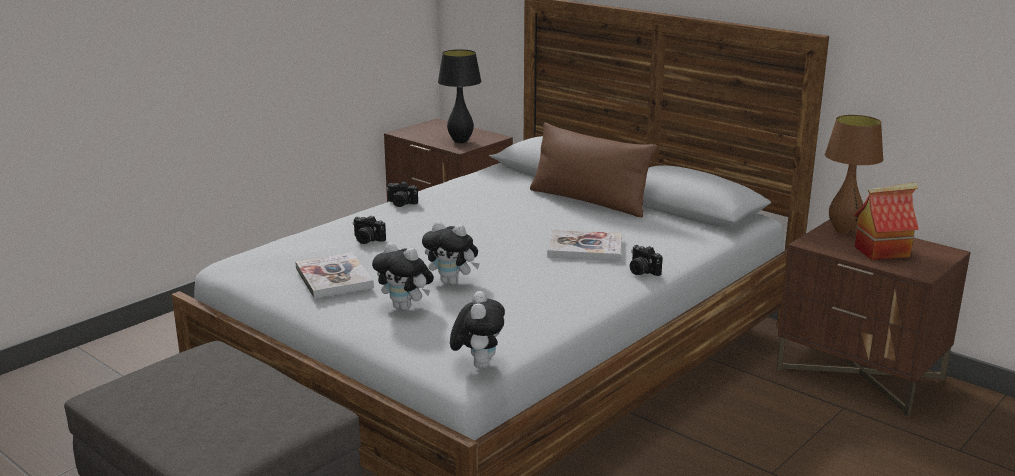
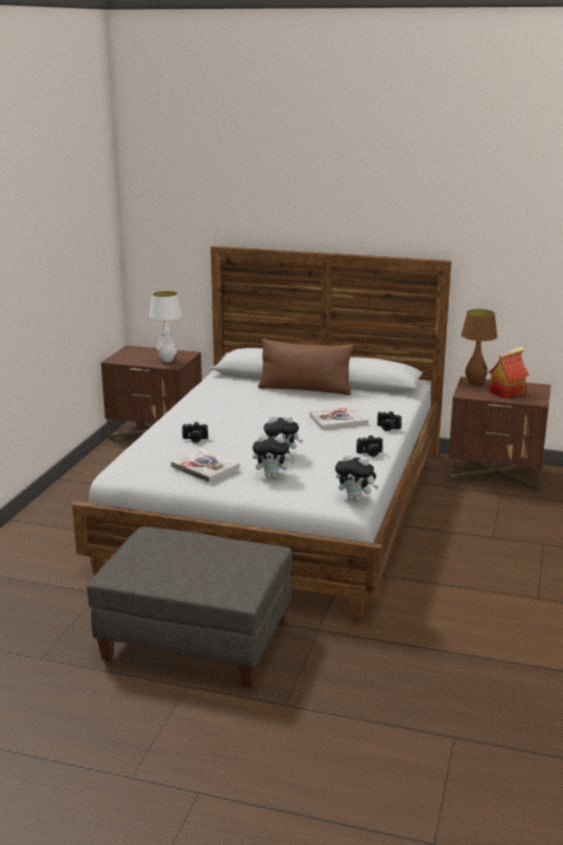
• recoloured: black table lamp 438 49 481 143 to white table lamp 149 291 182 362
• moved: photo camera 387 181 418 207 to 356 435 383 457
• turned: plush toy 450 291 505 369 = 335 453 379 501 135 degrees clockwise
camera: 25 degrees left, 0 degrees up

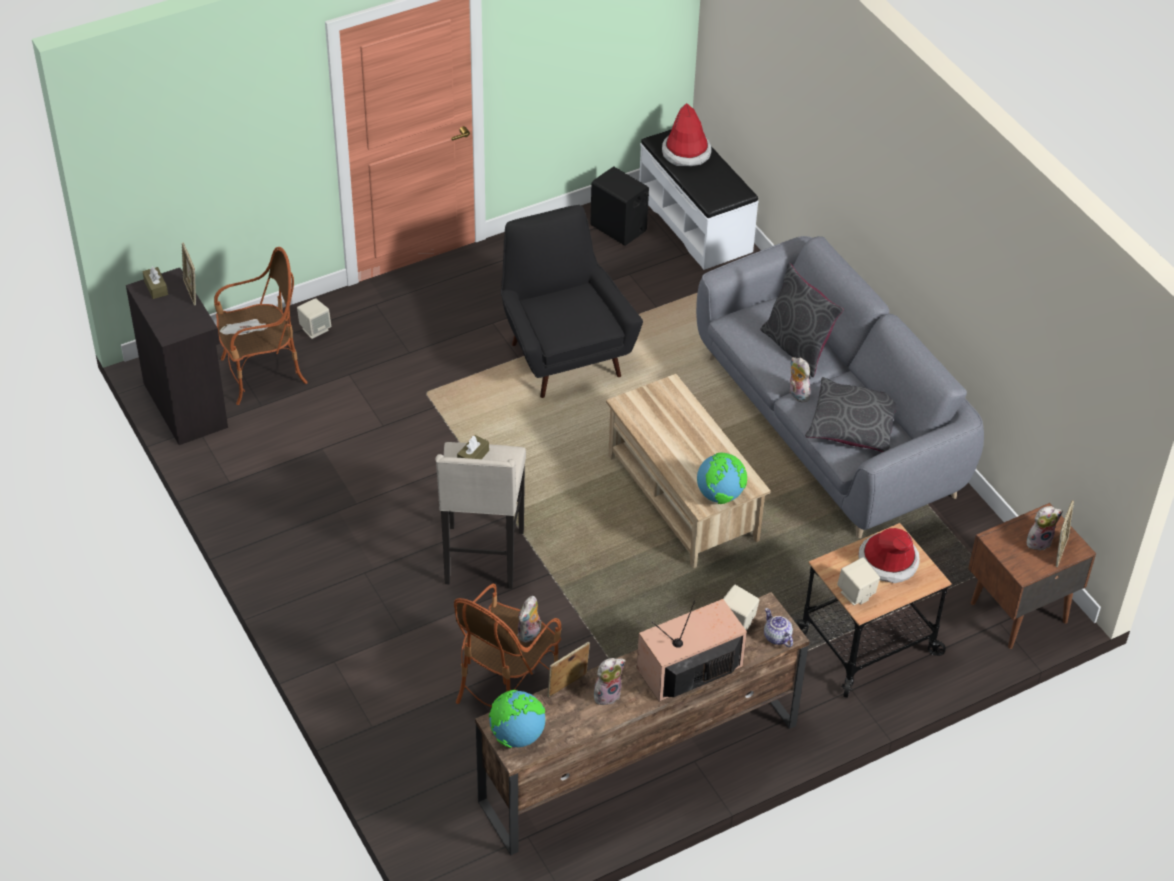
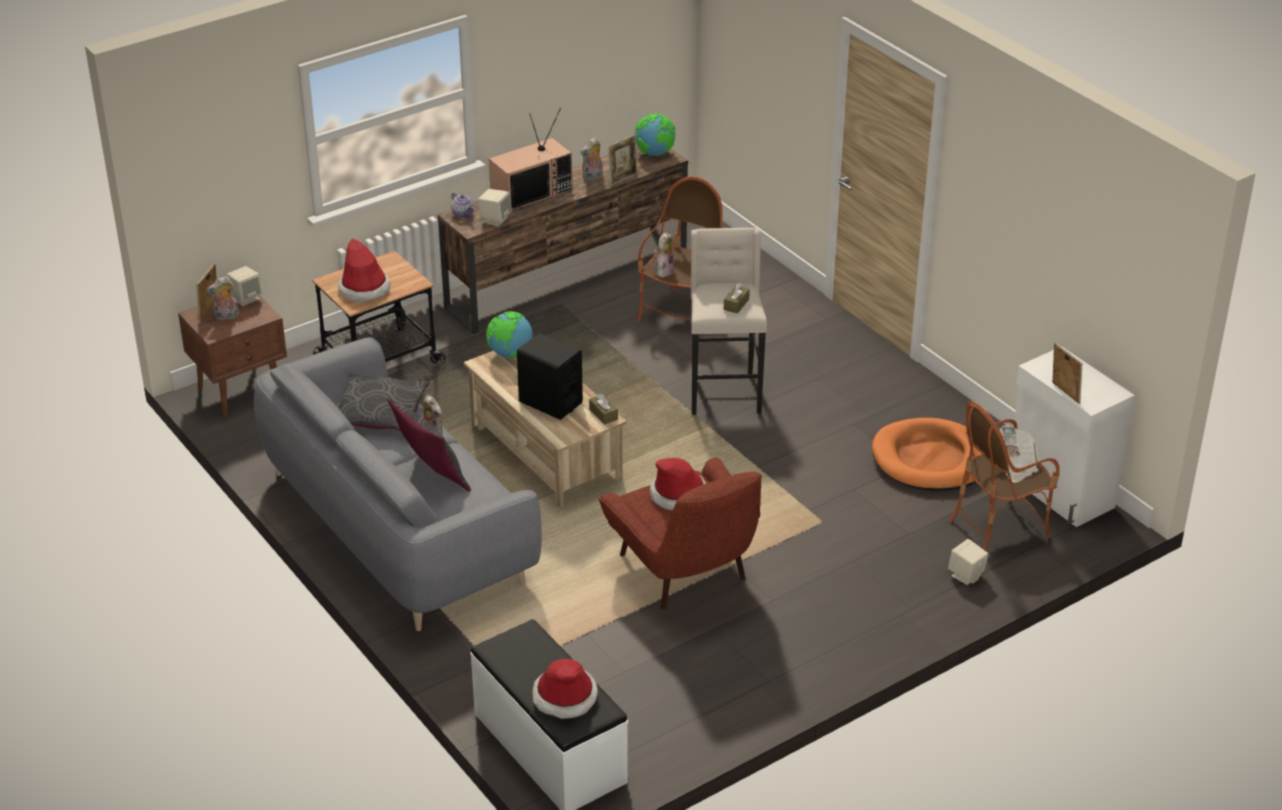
• moved: black speaker 590 167 649 246 to 516 333 583 420
• recoloured: black armchair 501 205 643 398 to red armchair 599 458 762 609
• moved: brown tissue box 142 267 168 299 to 589 394 618 425
• recoloured: black cabinet 126 268 228 445 to white cabinet 1014 346 1135 527
• moved: beige speaker 837 557 880 605 to 227 266 262 306
• added: orange dog bed 872 418 981 491
• added: hat 650 458 706 511
camera: 175 degrees right, 10 degrees down

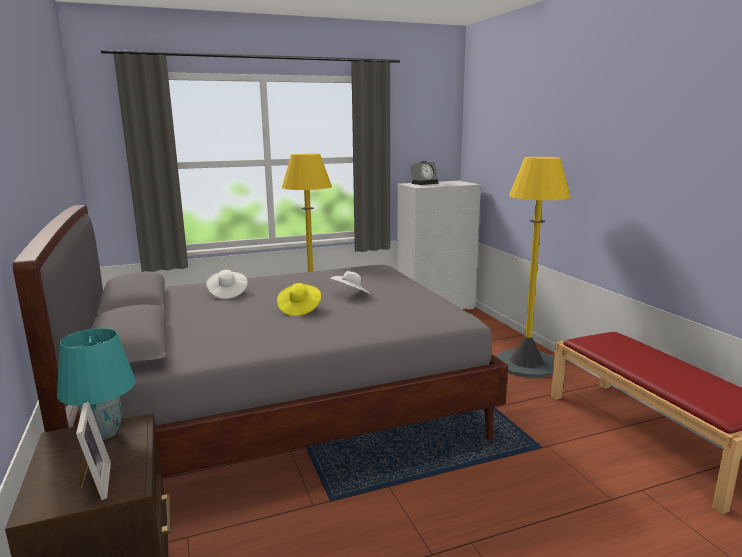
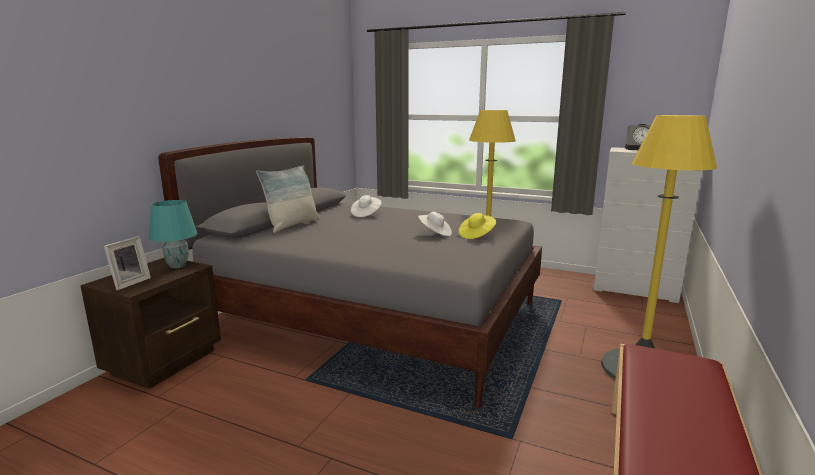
• moved: yellow hat 277 283 321 316 to 459 213 496 239
• added: pillow 256 165 320 233
camera: 45 degrees right, 0 degrees up

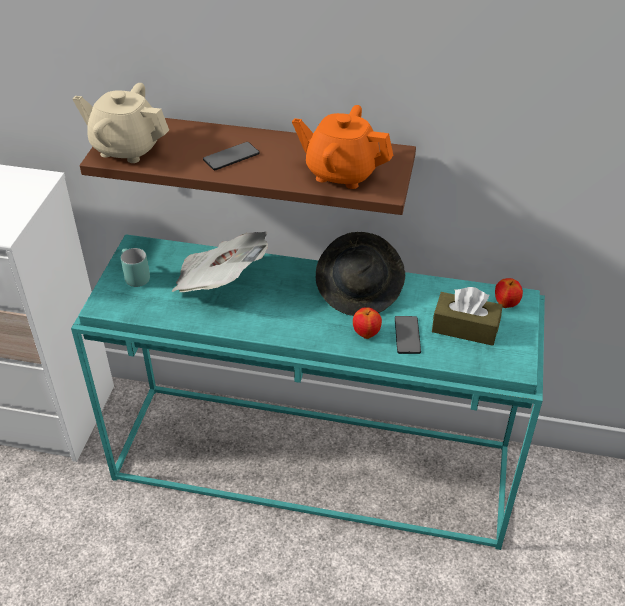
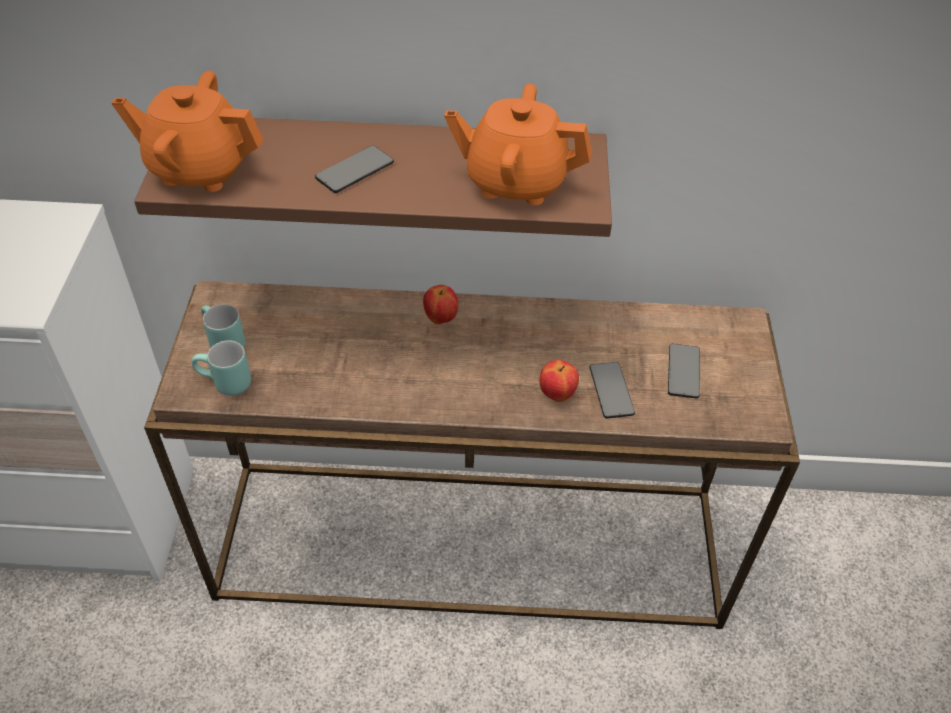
• recoloured: beige teapot 73 83 169 163 to orange teapot 112 71 263 192
• removed: newspaper 172 232 268 292
• removed: grey hat 315 232 405 316
• recoloured: turquoise console table 71 234 545 550 to brown console table 144 281 800 629
• moved: apple 495 278 523 308 to 423 285 458 324
• replaced: brown tissue box 432 287 503 346 to phone 668 344 700 398
• added: turquoise mug 191 340 251 396
camera: 10 degrees left, 5 degrees up

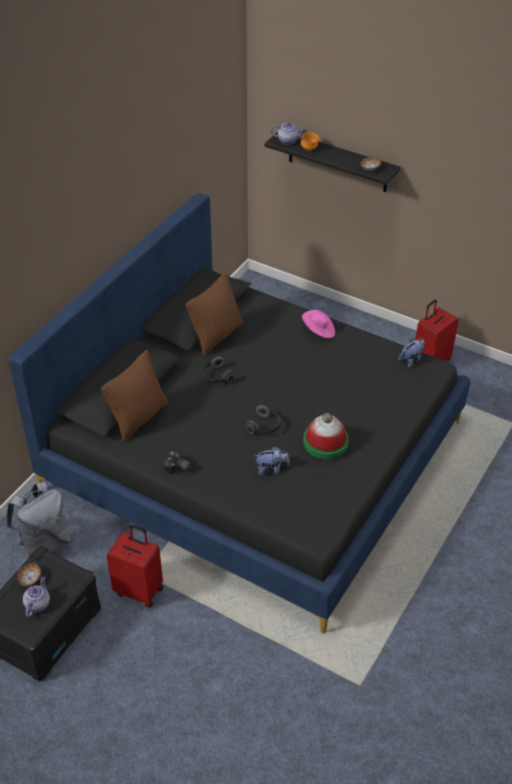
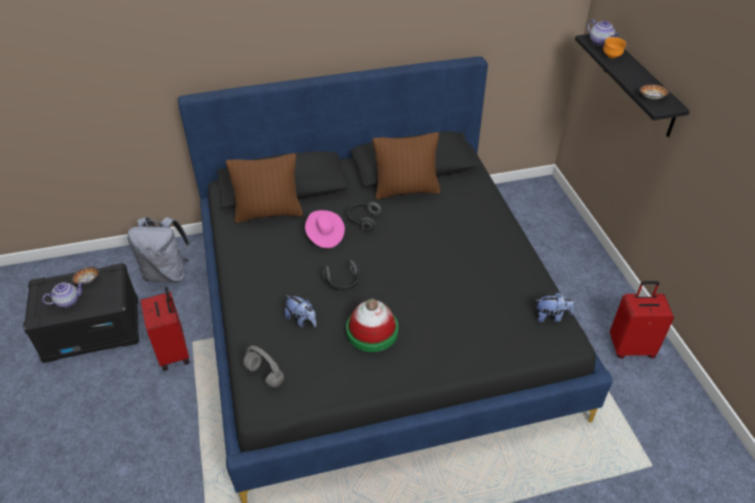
• moved: pink hat 302 310 335 338 to 305 210 345 248
• removed: photo camera 163 451 193 474
• added: grey headphones 243 345 284 387
camera: 45 degrees right, 0 degrees up

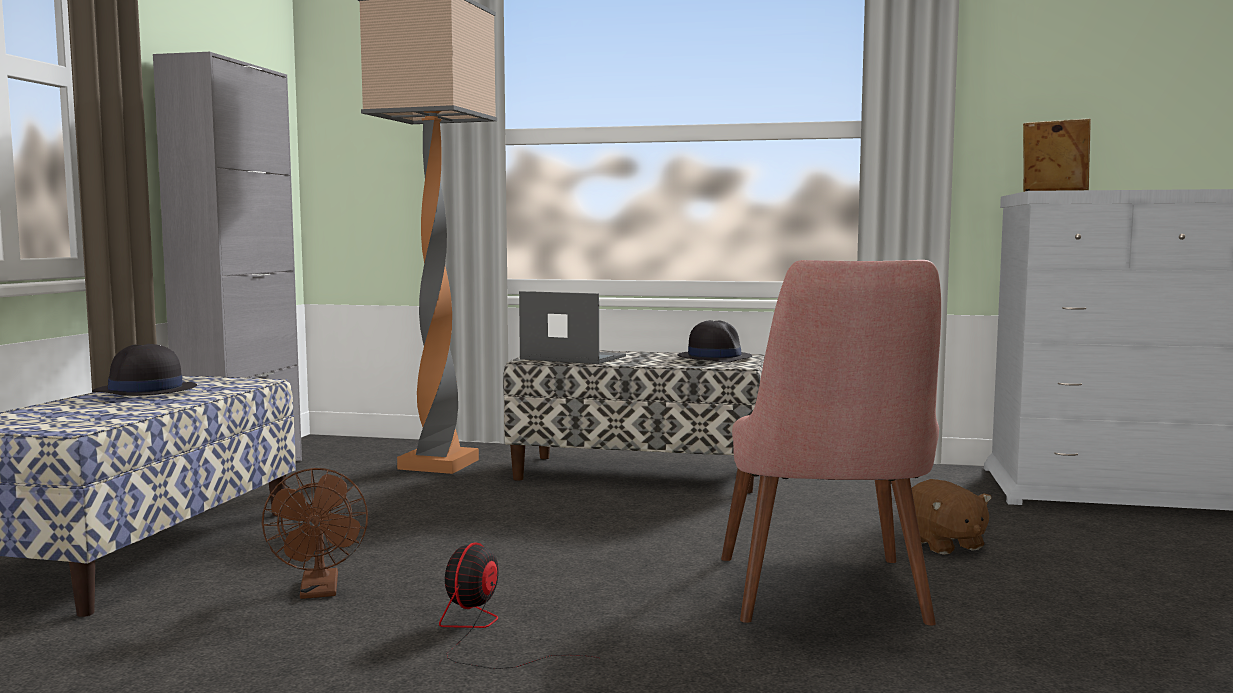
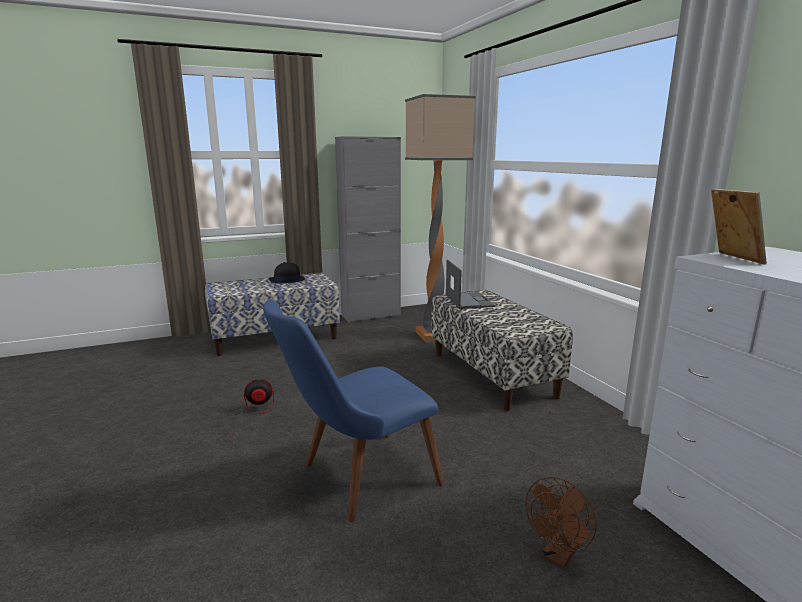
• recoloured: pink chair 721 260 941 625 to blue chair 263 299 444 522
• removed: black hat 678 320 752 363
• moved: brown fan 262 468 368 599 to 525 477 597 568
• removed: brown plush toy 912 479 992 555
camera: 55 degrees right, 10 degrees up

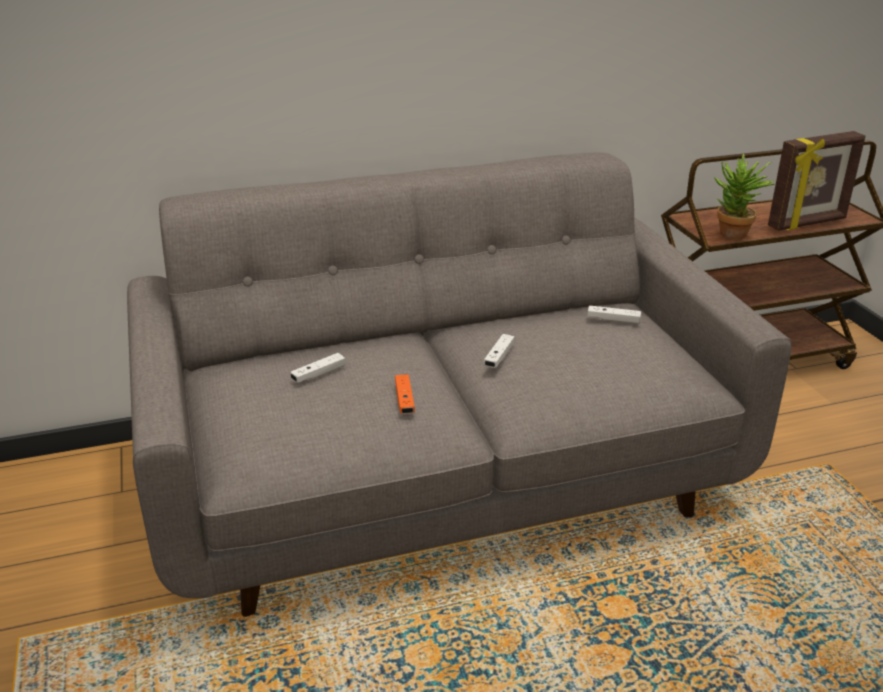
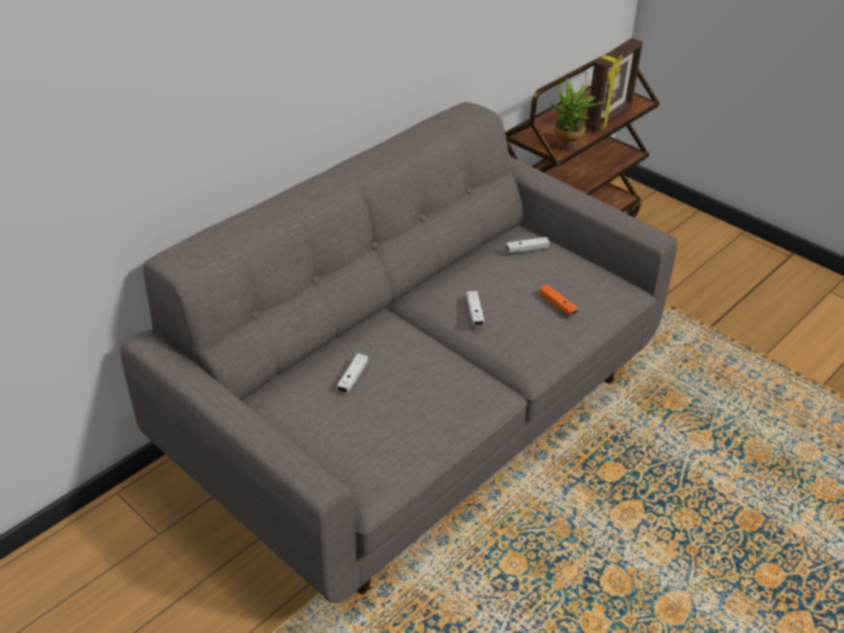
• moved: orange game controller 395 374 415 414 to 539 285 579 316
camera: 30 degrees left, 10 degrees up

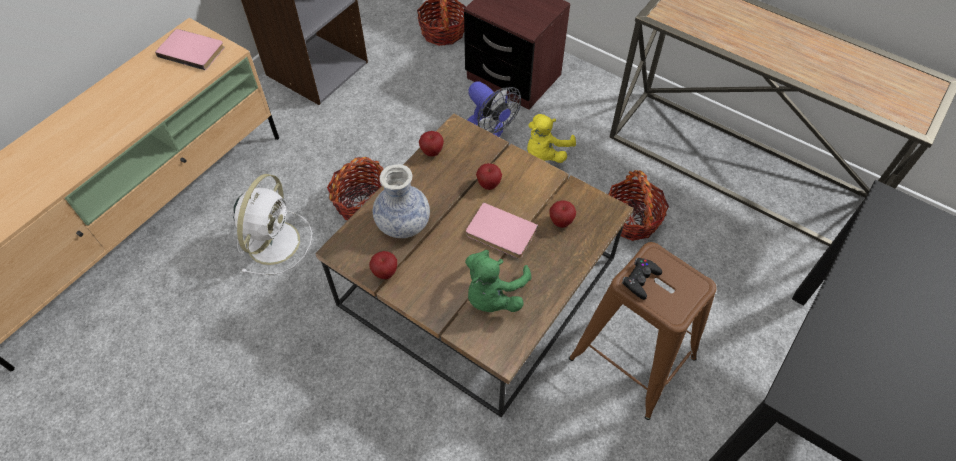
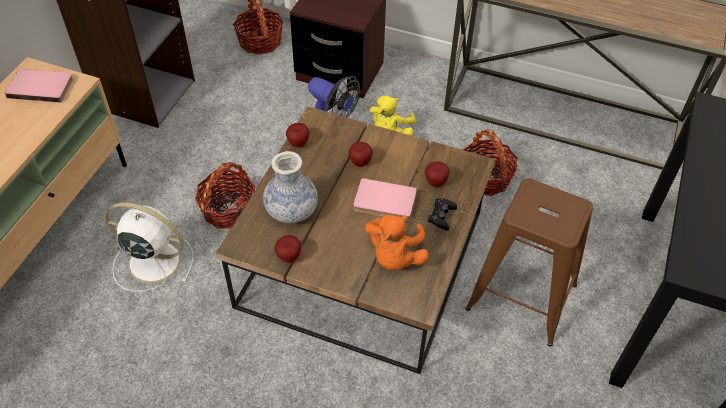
• turned: white fan 232 174 313 275 = 105 202 193 292 75 degrees counterclockwise
• recoloured: green plush toy 465 250 531 312 to orange plush toy 365 215 429 270
• moved: black game controller 622 258 662 300 to 427 199 457 231
camera: 15 degrees left, 5 degrees down

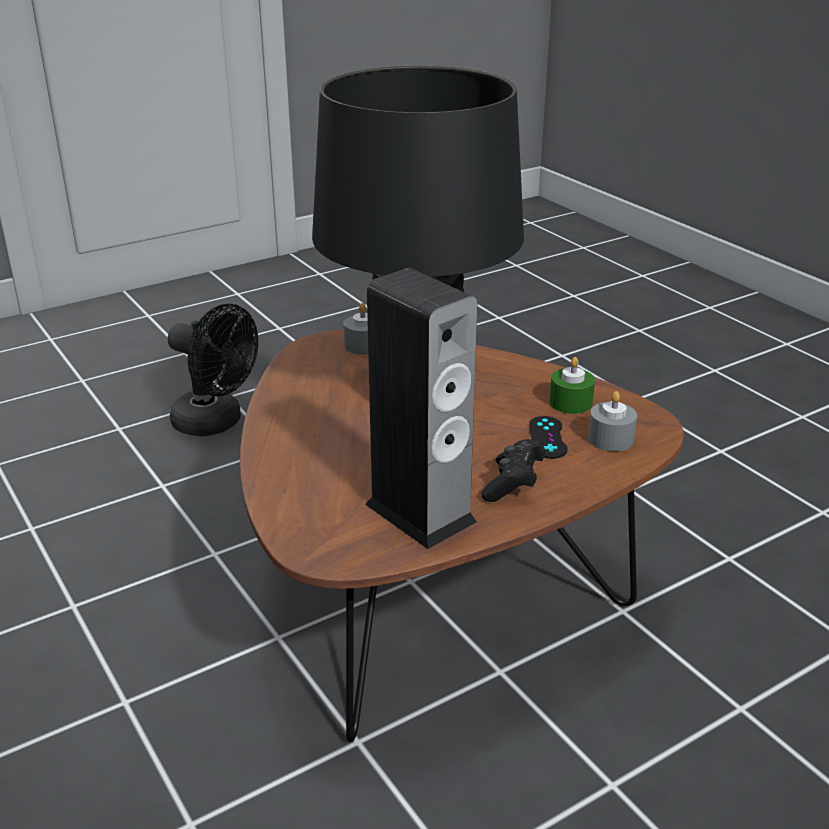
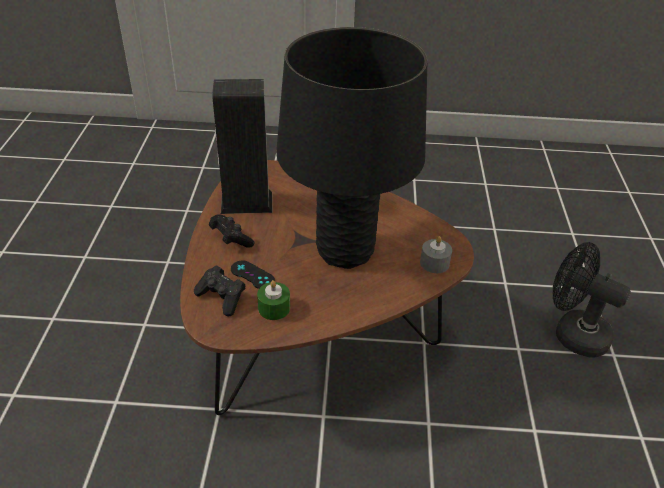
• turned: black fan 168 304 258 437 = 553 242 631 358 60 degrees clockwise
• replaced: grey candle 588 391 637 452 to black game controller 194 266 246 316
camera: 125 degrees right, 10 degrees up

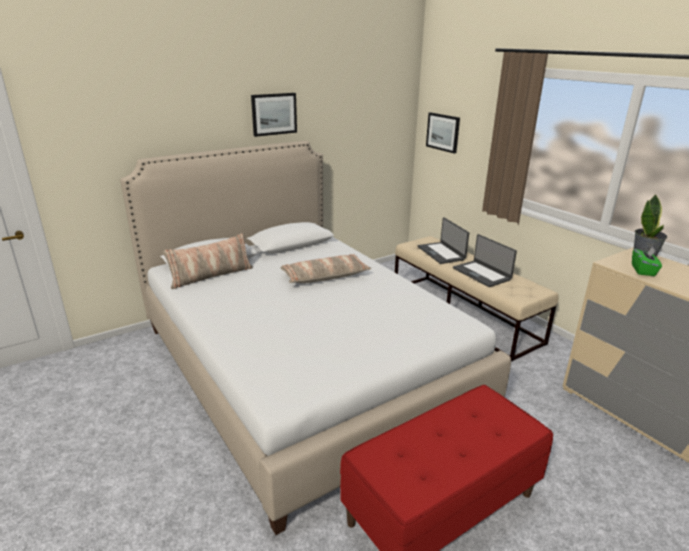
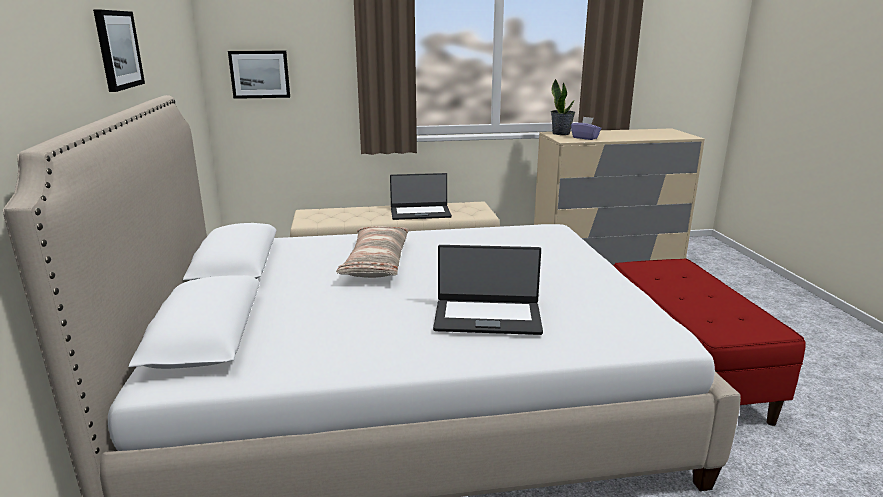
• moved: laptop 418 217 469 264 to 433 245 543 335
• removed: pillow 163 233 253 289
• recoloured: green tissue box 632 246 662 276 to purple tissue box 571 117 601 140
camera: 65 degrees left, 5 degrees down

